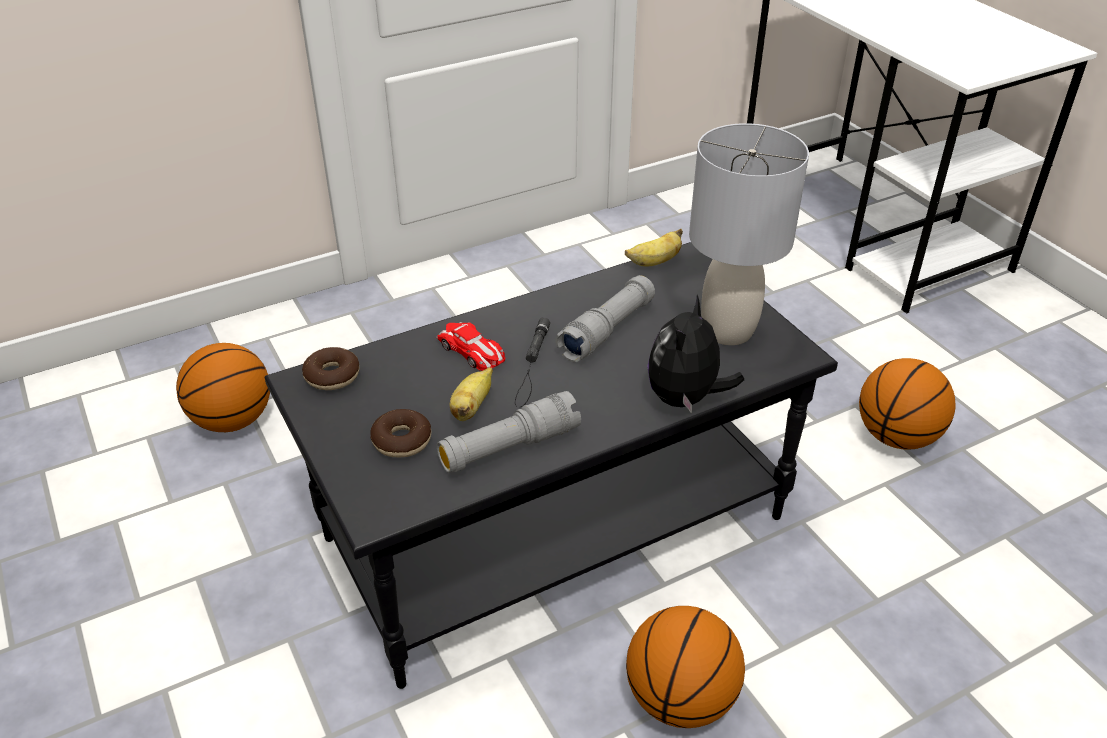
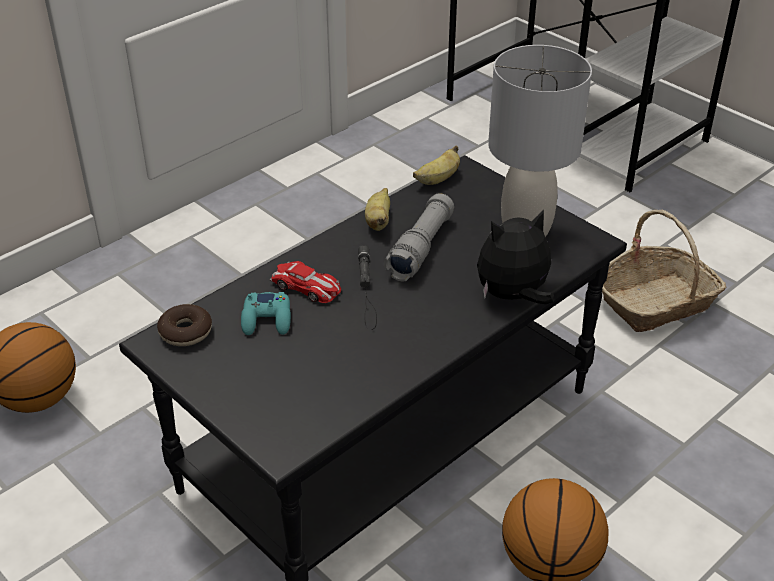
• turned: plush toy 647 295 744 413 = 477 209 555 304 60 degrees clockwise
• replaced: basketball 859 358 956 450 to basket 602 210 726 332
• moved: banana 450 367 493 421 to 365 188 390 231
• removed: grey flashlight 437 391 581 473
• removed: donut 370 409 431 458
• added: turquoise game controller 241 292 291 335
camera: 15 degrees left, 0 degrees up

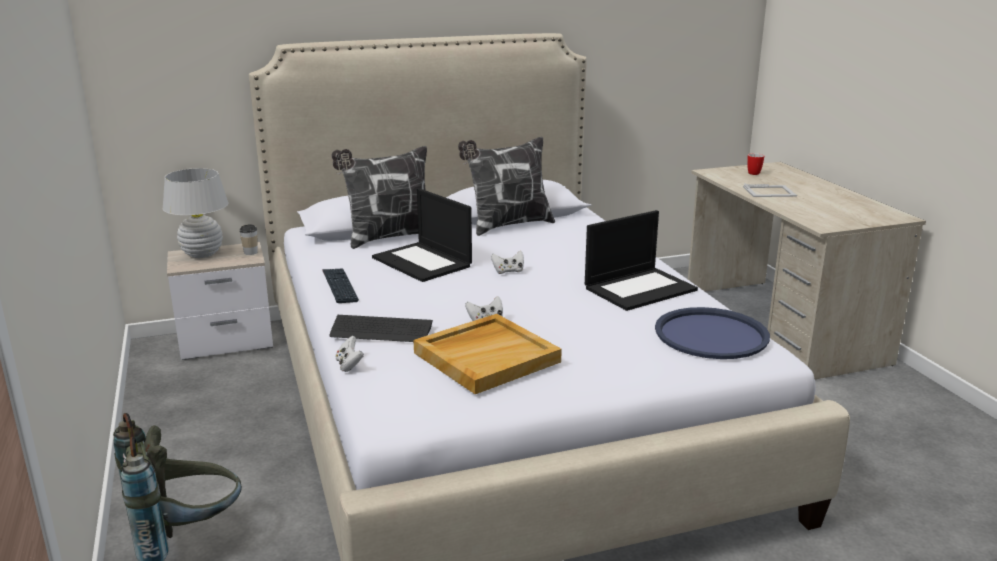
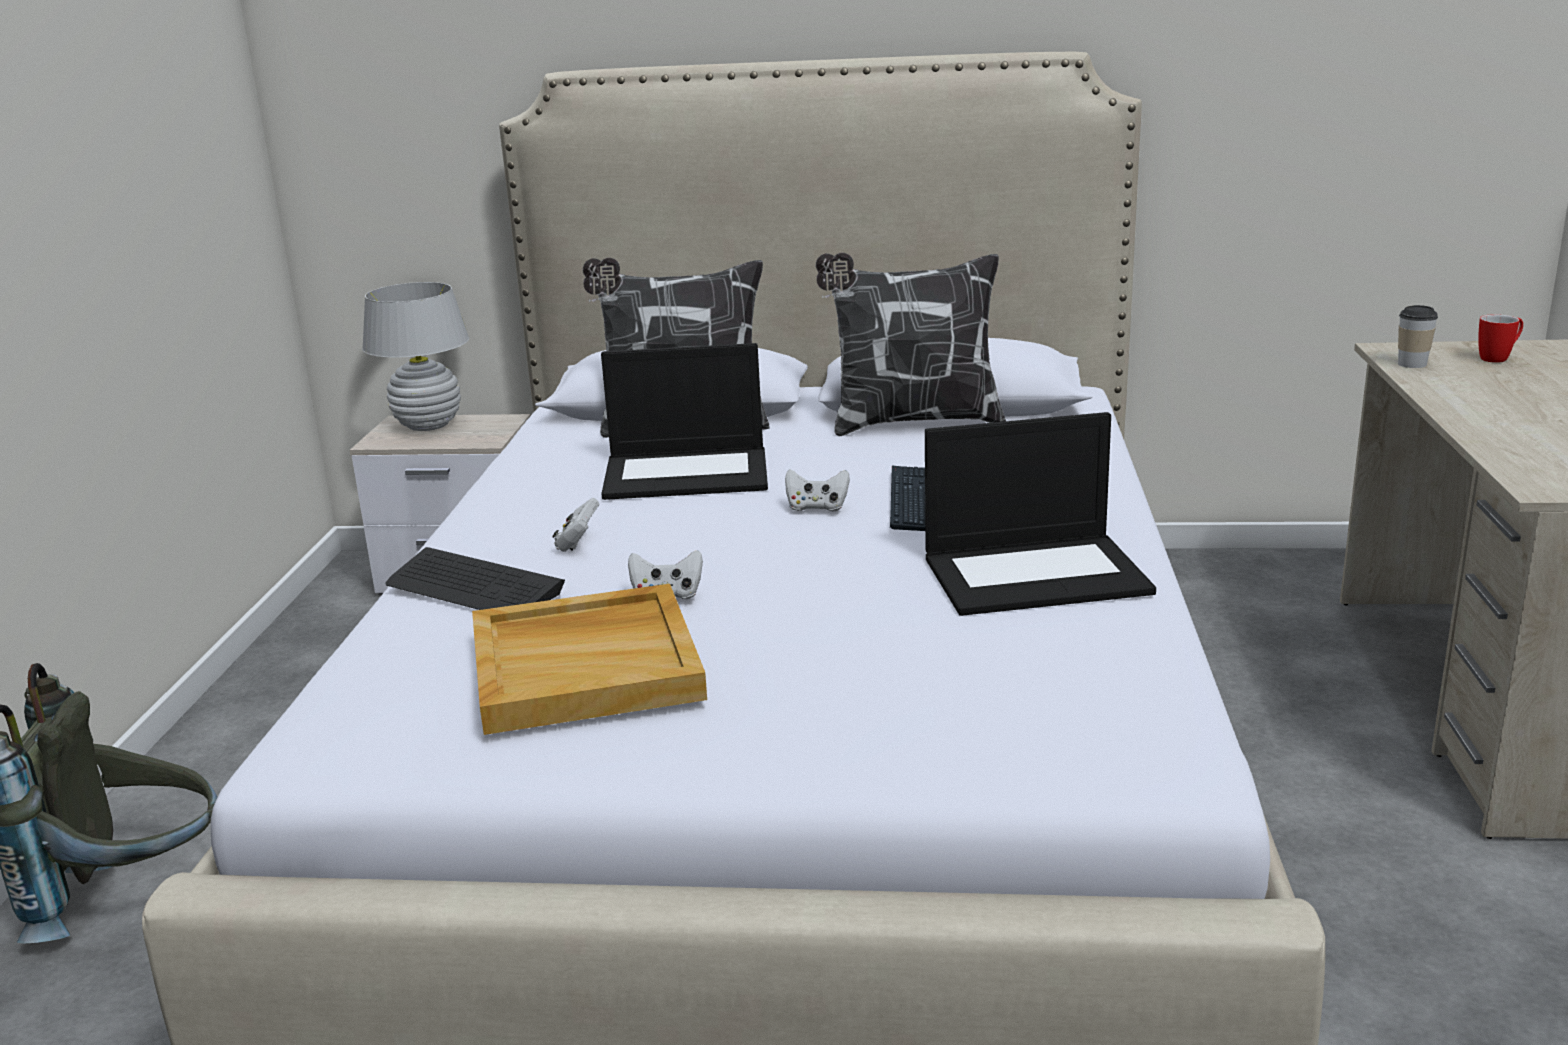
• removed: picture frame 743 184 797 197
• turned: laptop 372 188 472 282 = 601 343 768 500 75 degrees counterclockwise
• moved: cup 239 224 258 255 to 1398 305 1438 368
• moved: keyboard 322 268 359 303 to 890 466 925 531
• removed: blue tray 655 307 770 359
• moved: white game controller 335 336 364 372 to 553 498 600 552
camera: 25 degrees right, 0 degrees up

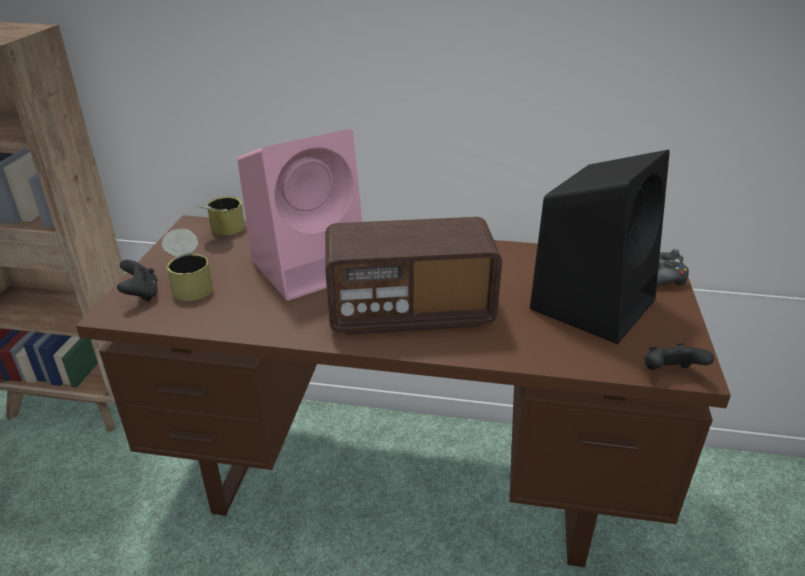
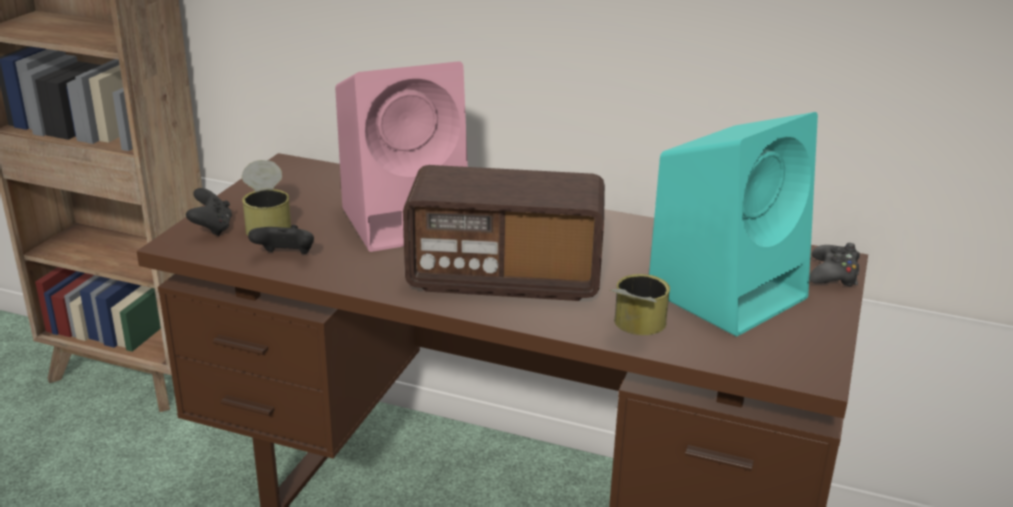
• recoloured: black speaker 530 149 670 344 to turquoise speaker 649 112 818 336
• moved: can 196 196 245 235 to 610 274 670 335
• moved: black game controller 644 343 714 370 to 248 225 314 254
camera: 10 degrees right, 5 degrees down

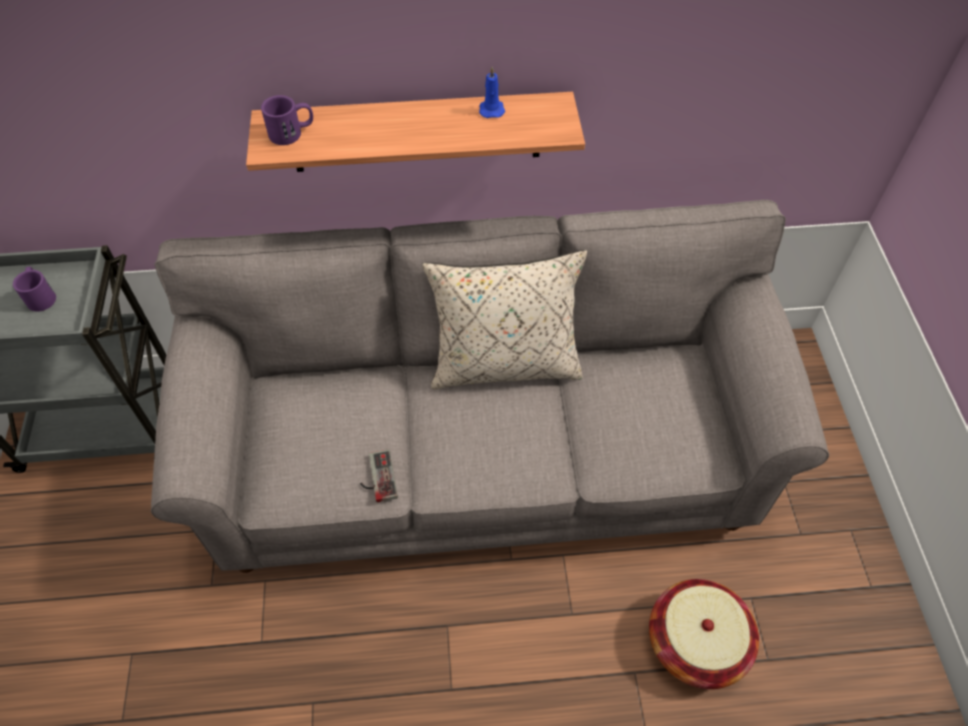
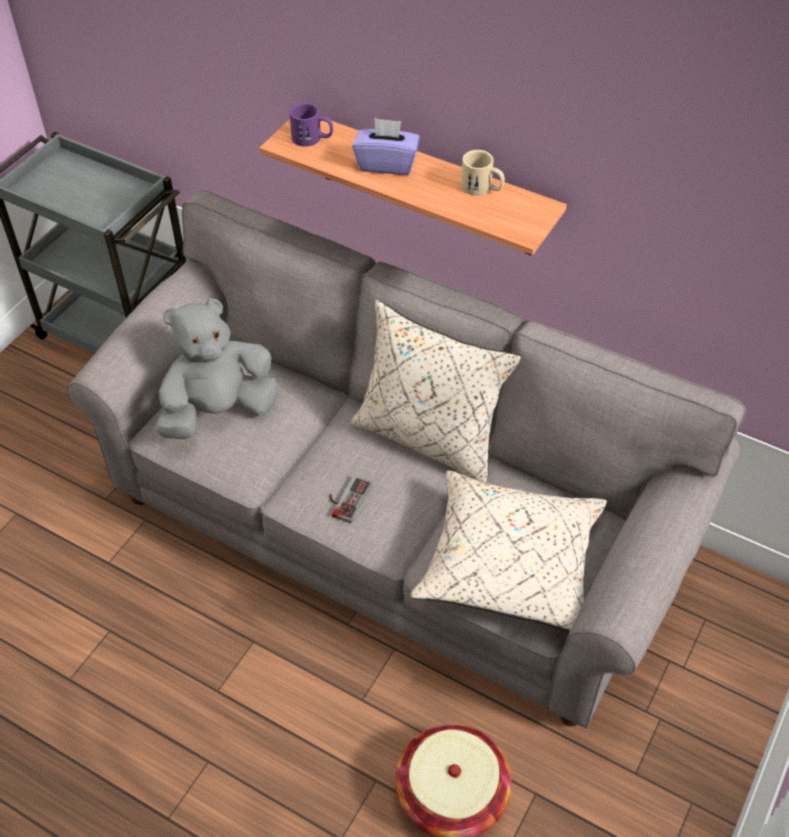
• replaced: blue candle 479 67 505 118 to beige mug 461 150 505 196
• removed: purple mug 13 267 56 312
• moved: game controller 360 449 398 502 to 330 475 372 523
• added: purple tissue box 352 118 420 175
• added: grey plush toy 155 298 279 439
• added: beige pillow 410 471 607 631
camera: 35 degrees right, 5 degrees down

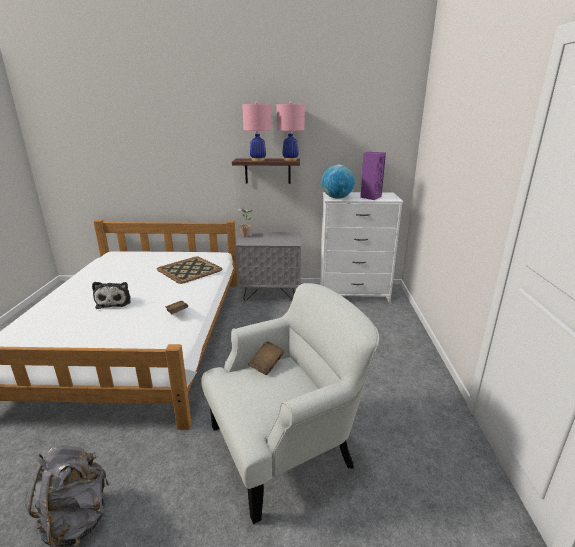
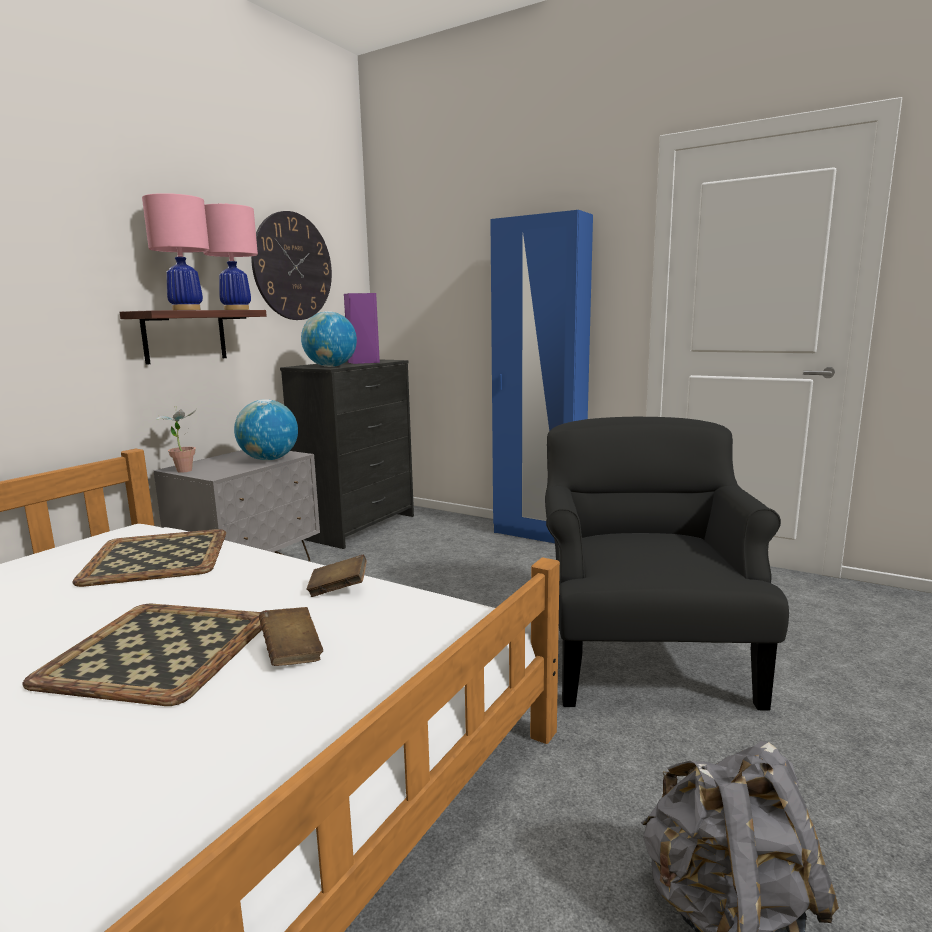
• recoloured: white dresser 320 192 403 303 to black dresser 280 360 414 549
• replaced: plush toy 92 282 131 309 to tray 22 604 262 706
• recoloured: white armchair 201 283 379 524 to black armchair 545 417 789 711
• moved: brown book 248 341 284 375 to 259 607 323 666
• added: blue wardrobe 490 210 593 543
• added: wall clock 251 211 332 320
• added: globe 234 399 298 461
camera: 60 degrees left, 10 degrees down

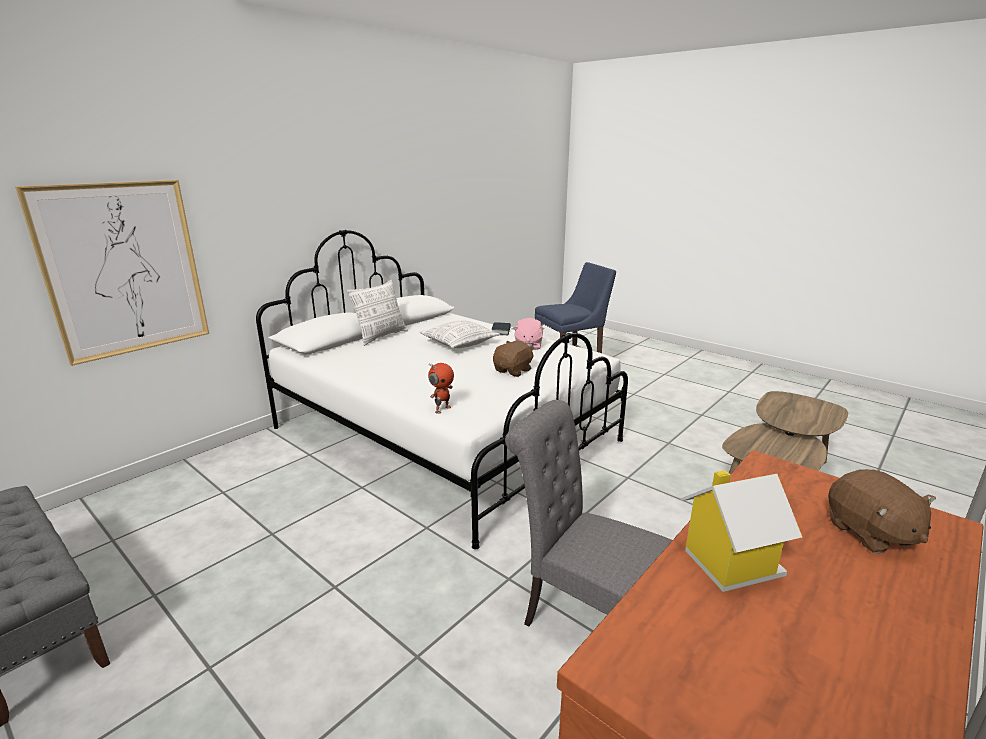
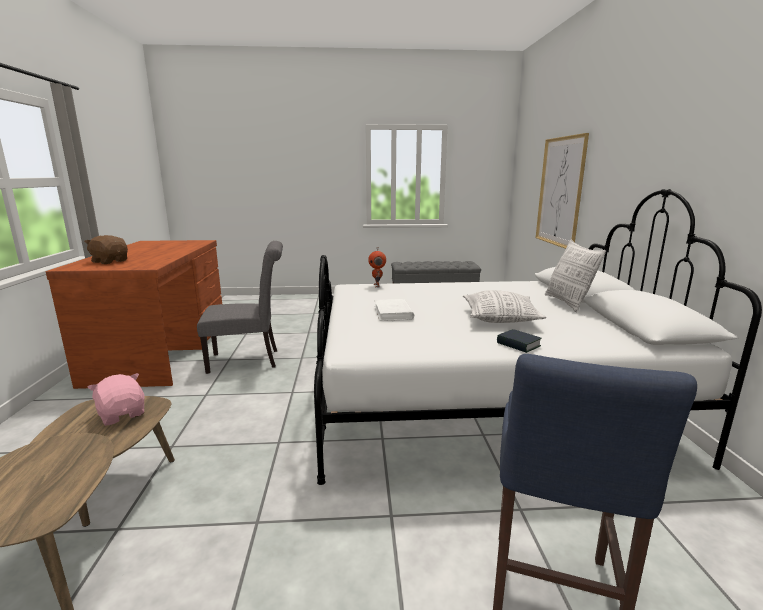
• moved: pink plush toy 513 318 545 350 to 87 373 145 426
• replaced: brown plush toy 493 341 535 377 to white book 374 299 414 321
• removed: toy house 680 470 802 592
camera: 135 degrees right, 5 degrees down

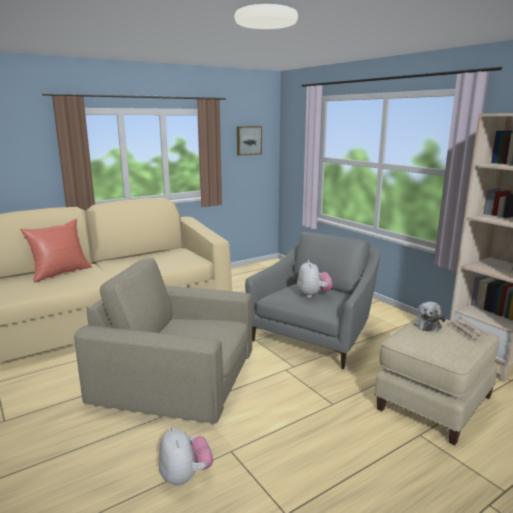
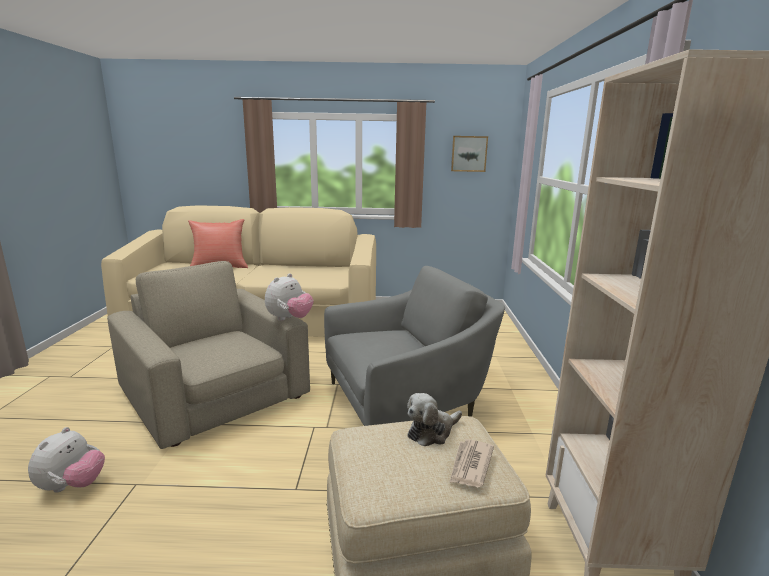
• moved: plush toy 297 260 332 298 to 265 273 313 321
camera: 35 degrees right, 0 degrees up

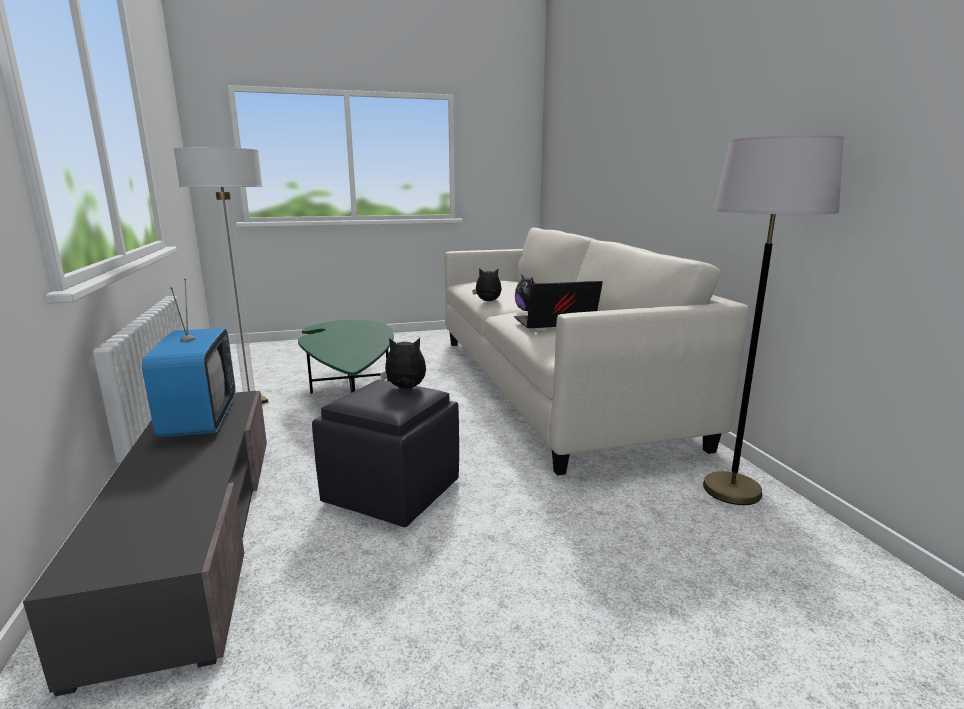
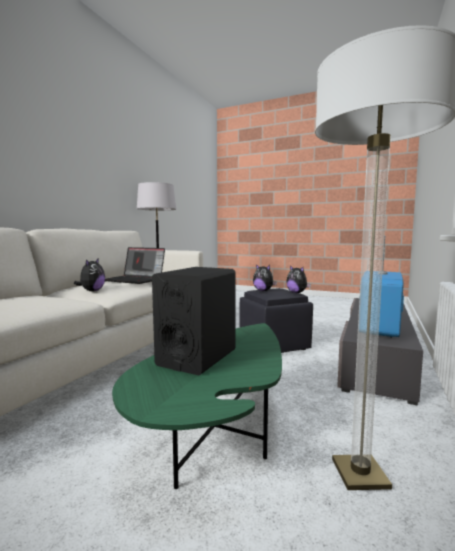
• moved: plush toy 472 268 502 301 to 286 266 311 293
• added: black speaker 152 267 236 376
camera: 140 degrees left, 10 degrees down

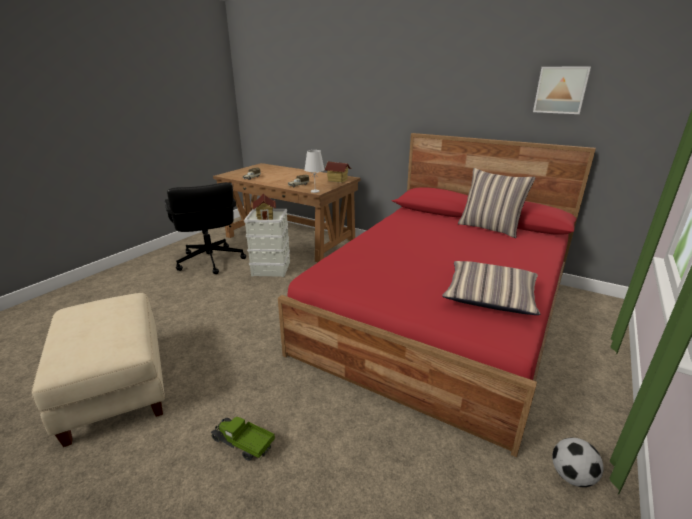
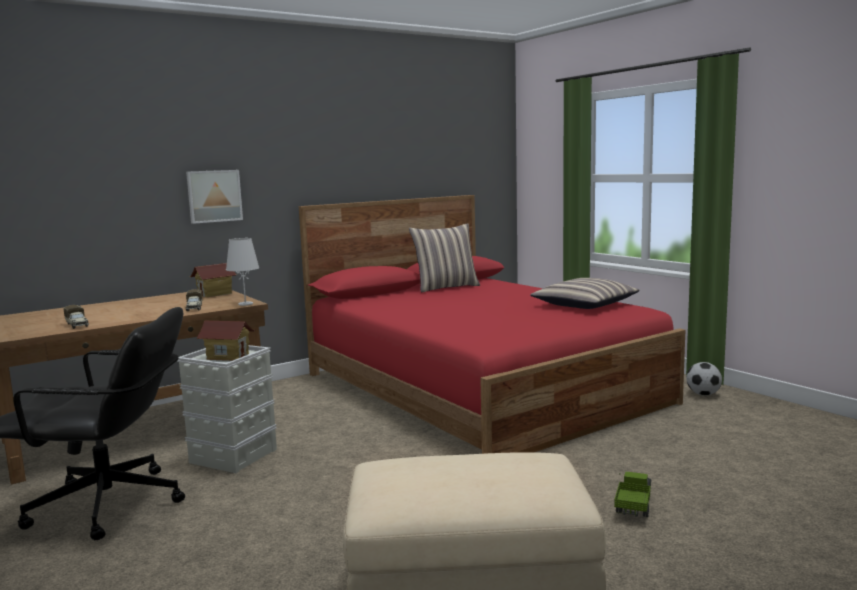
• moved: picture 533 67 591 114 to 186 170 243 224
• turned: toy truck 211 417 275 461 = 614 472 651 517 150 degrees clockwise
camera: 65 degrees left, 15 degrees down

